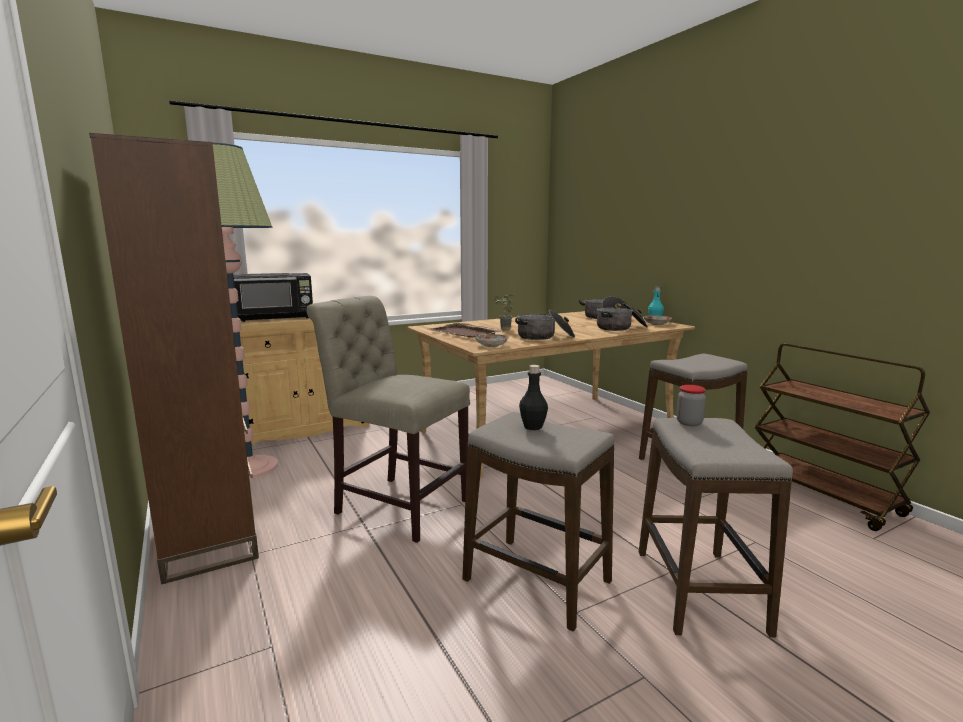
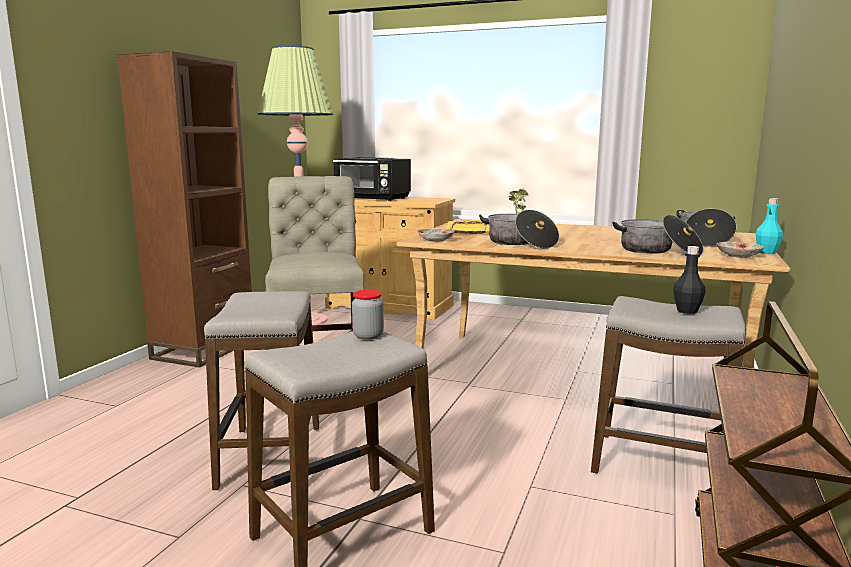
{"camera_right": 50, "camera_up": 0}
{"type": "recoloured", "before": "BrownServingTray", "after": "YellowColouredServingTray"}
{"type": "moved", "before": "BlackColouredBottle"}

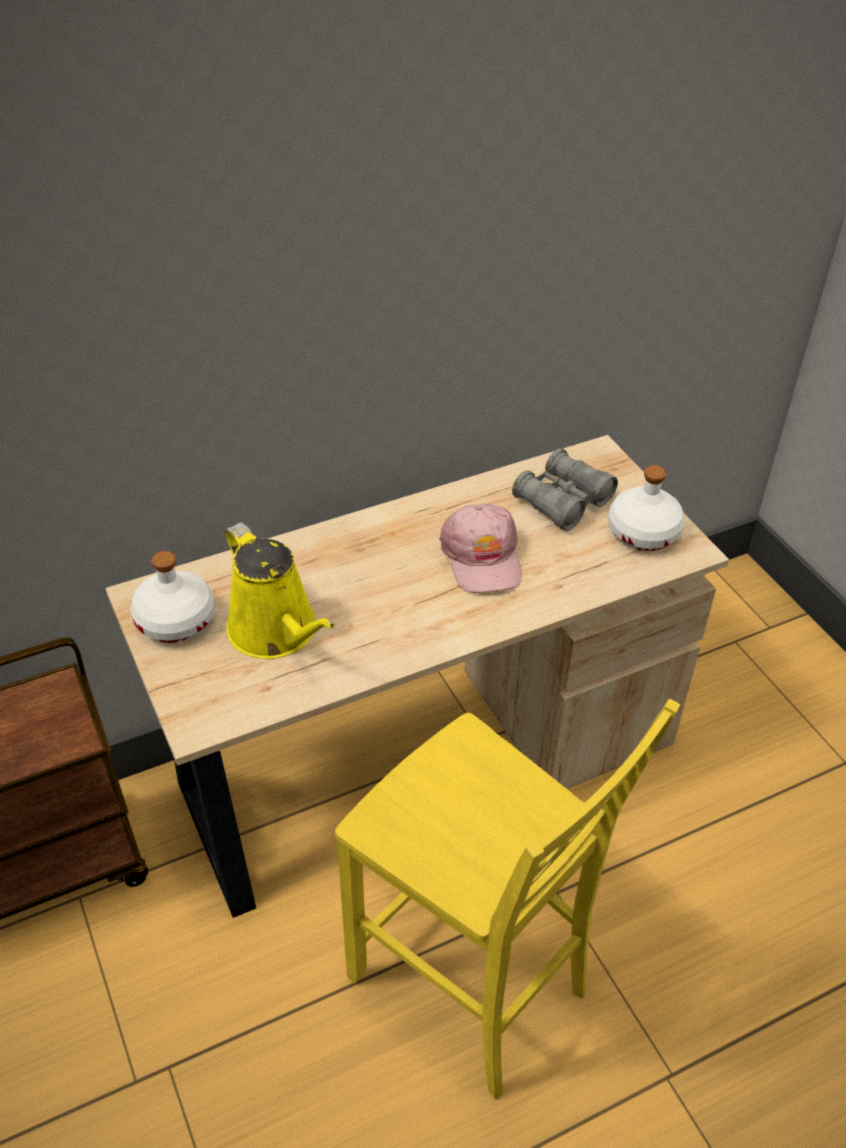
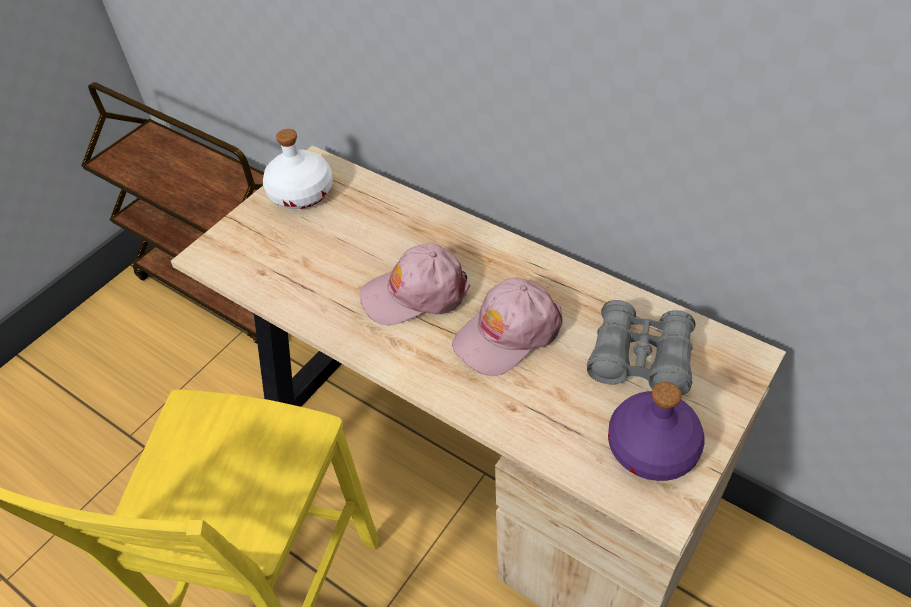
{"camera_right": 65, "camera_up": 5}
{"type": "added", "after": "PinkCap (1st from left)"}
{"type": "recoloured", "before": "WhitishBottle (2nd from left)", "after": "PurpleColouredBottle"}
{"type": "removed", "before": "YellowColouredWateringPot"}

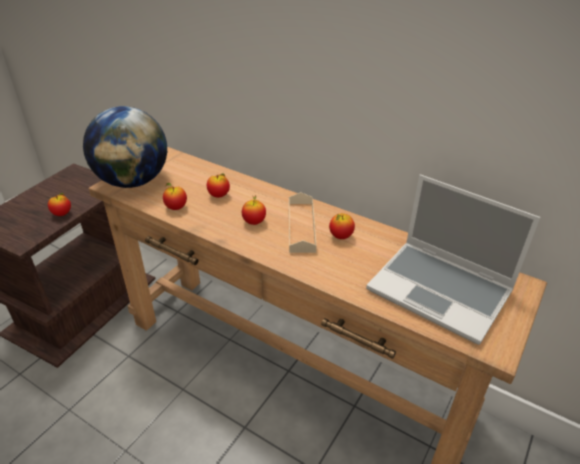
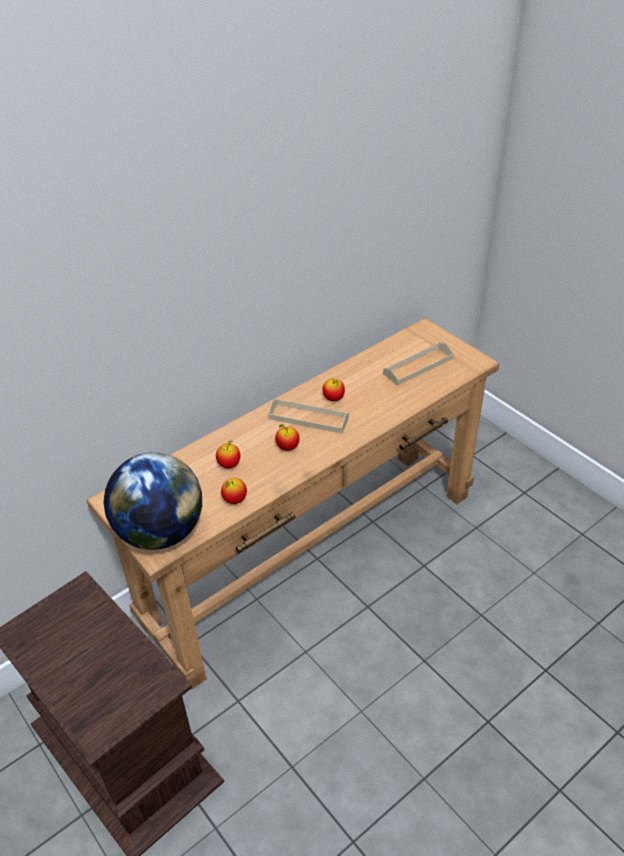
{"camera_right": -70, "camera_up": 5}
{"type": "replaced", "before": "Laptop", "after": "BeigeServingTray (2nd from left)"}
{"type": "removed", "before": "Apple (1st from left)"}

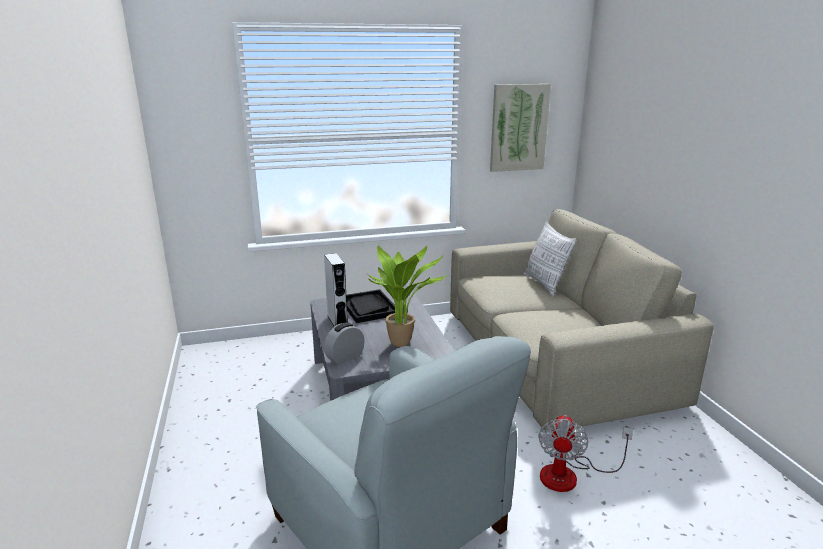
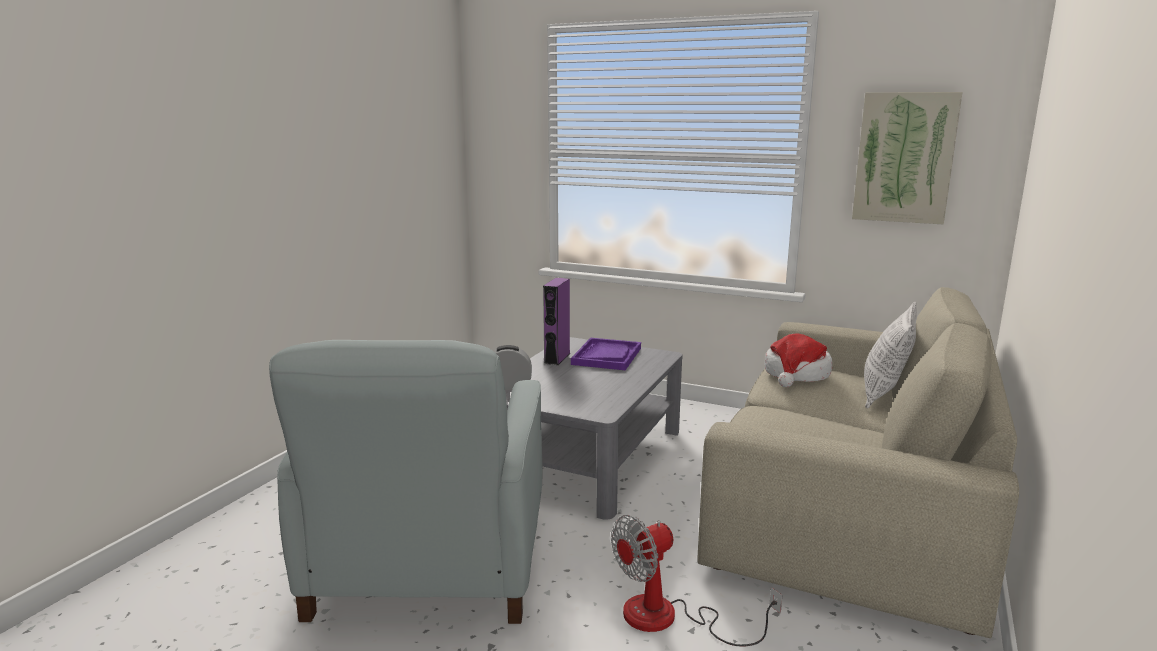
{"camera_right": 40, "camera_up": -5}
{"type": "recoloured", "before": "GreyishAudioSpeaker", "after": "PurpleColouredAudioSpeaker"}
{"type": "recoloured", "before": "BlackColouredServingTray", "after": "PurpleColouredServingTray"}
{"type": "added", "after": "WearableHat"}
{"type": "removed", "before": "Houseplant"}

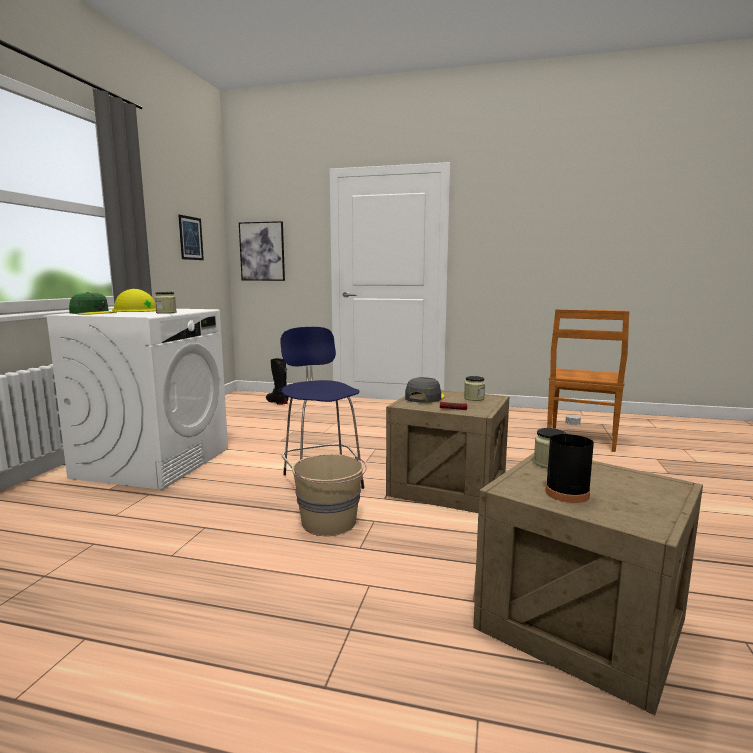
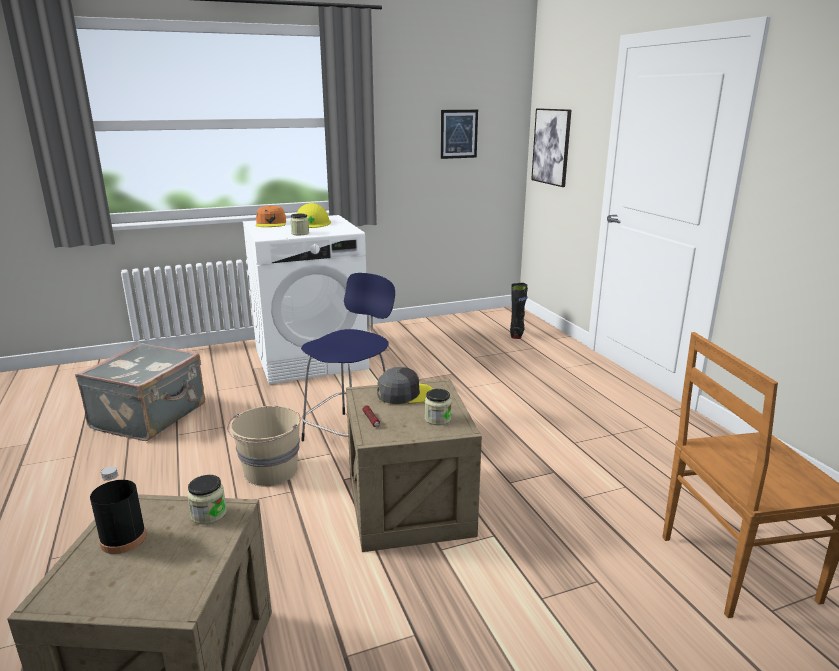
{"camera_right": 55, "camera_up": 10}
{"type": "added", "after": "GreyishPieceOfLuggage"}
{"type": "recoloured", "before": "GreenCap", "after": "OrangeCap"}

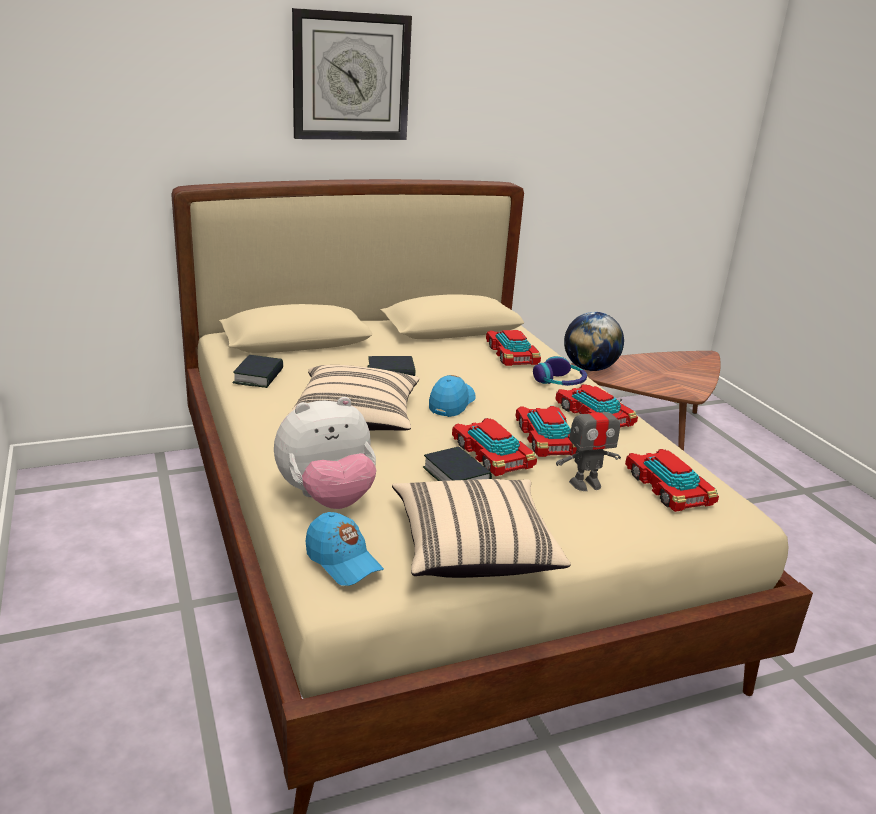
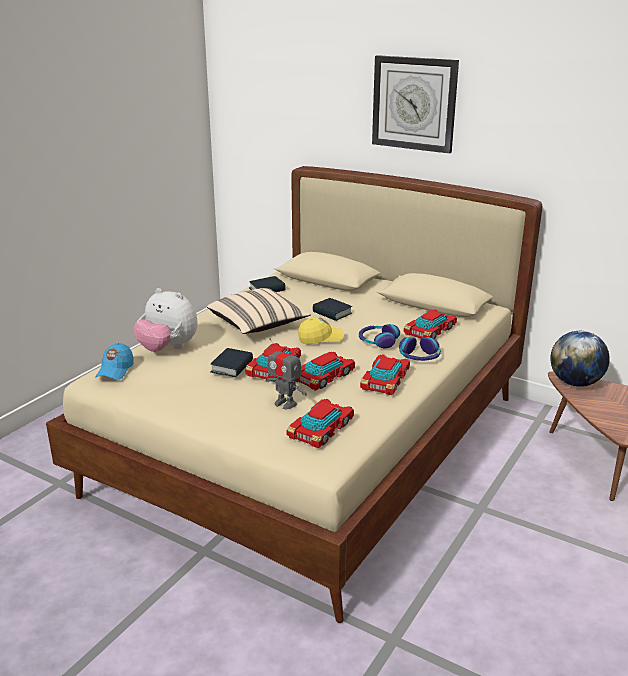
{"camera_right": 55, "camera_up": 0}
{"type": "recoloured", "before": "BlueColouredCap (2nd from left)", "after": "YellowColouredCap"}
{"type": "added", "after": "PairOfHeadphones (1st from left)"}
{"type": "removed", "before": "BeigeThrowPillow (2nd from left)"}

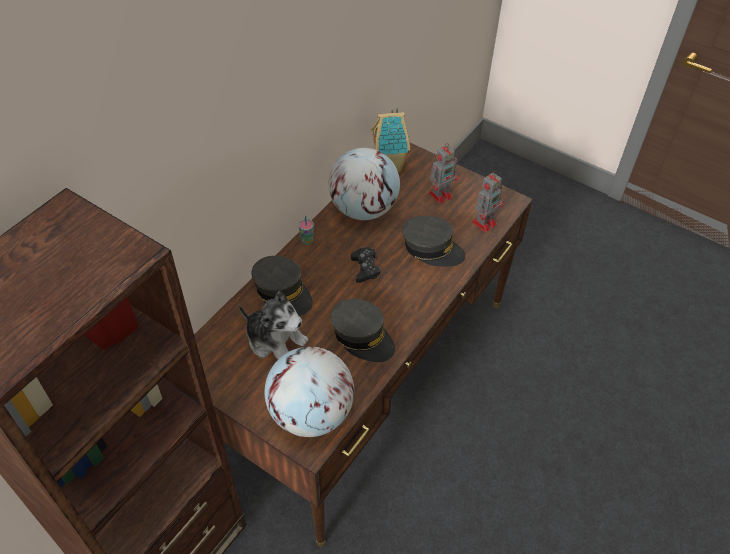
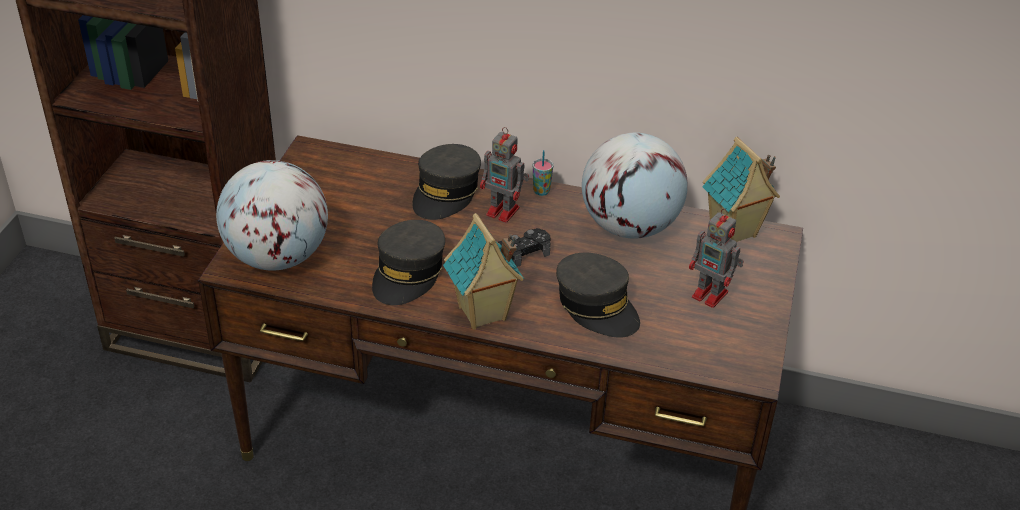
{"camera_right": 70, "camera_up": -10}
{"type": "added", "after": "MiniatureHouse (1st from left)"}
{"type": "moved", "before": "ToyRobot (2nd from left in the first image)", "after": "ToyRobot (1st from left)"}
{"type": "turned", "before": "GreyishCap (3rd from left)", "turn": -45}
{"type": "removed", "before": "CuddlyToy"}

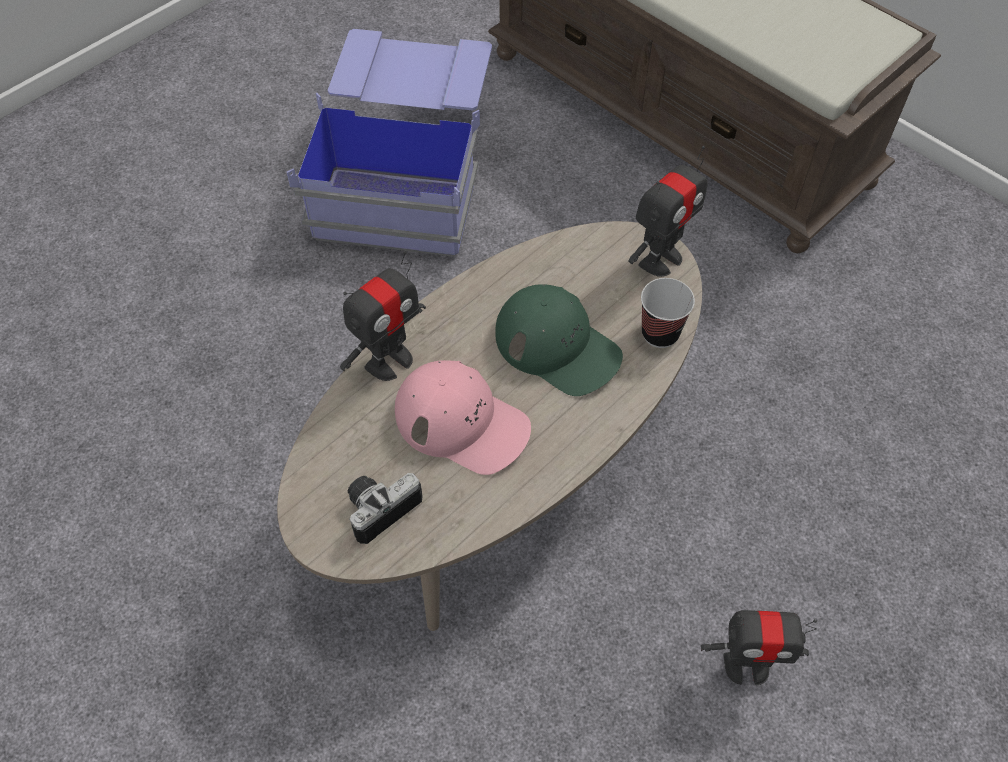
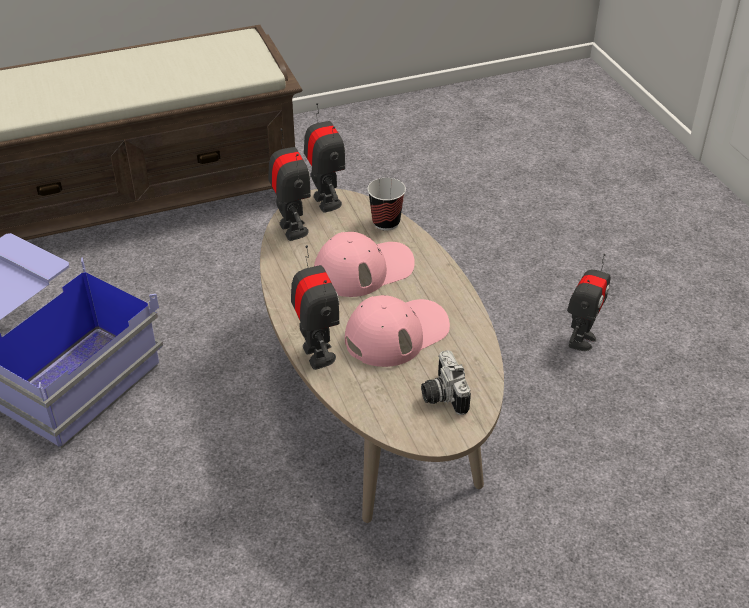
{"camera_right": -65, "camera_up": -15}
{"type": "added", "after": "ToyRobot (1st from left)"}
{"type": "recoloured", "before": "GreenCap", "after": "PinkCap (1st from left)"}

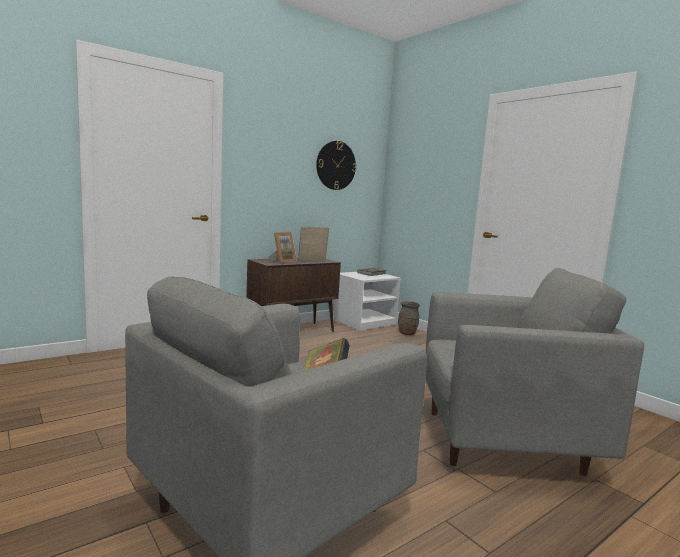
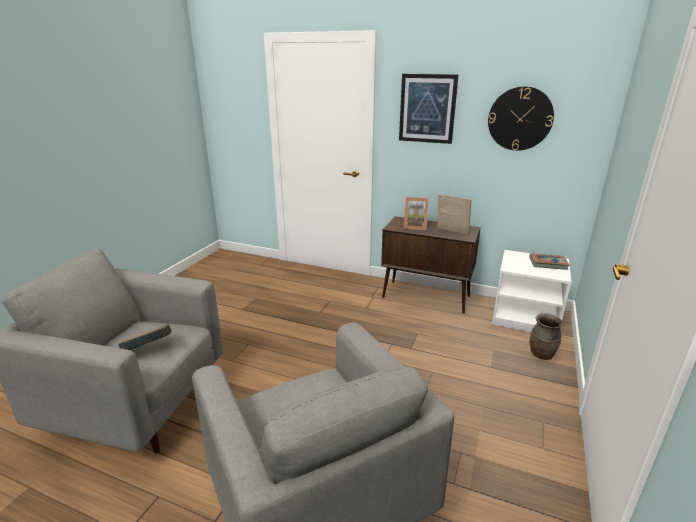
{"camera_right": 60, "camera_up": 15}
{"type": "added", "after": "WallArt"}

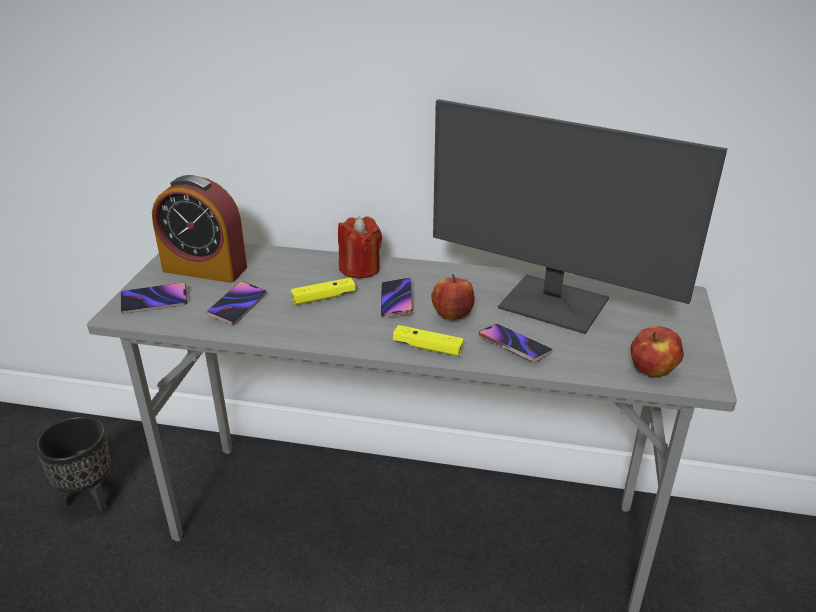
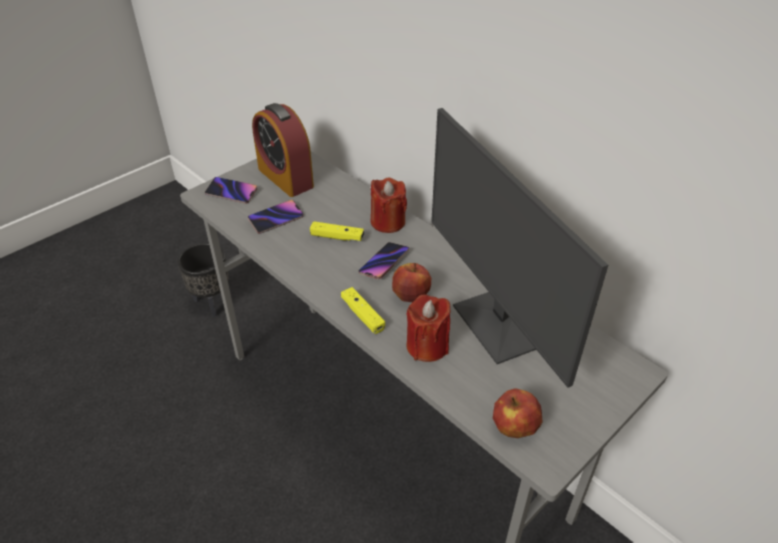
{"camera_right": 35, "camera_up": 10}
{"type": "replaced", "before": "Phone (4th from left)", "after": "RedColouredWaxLight (2nd from left)"}

